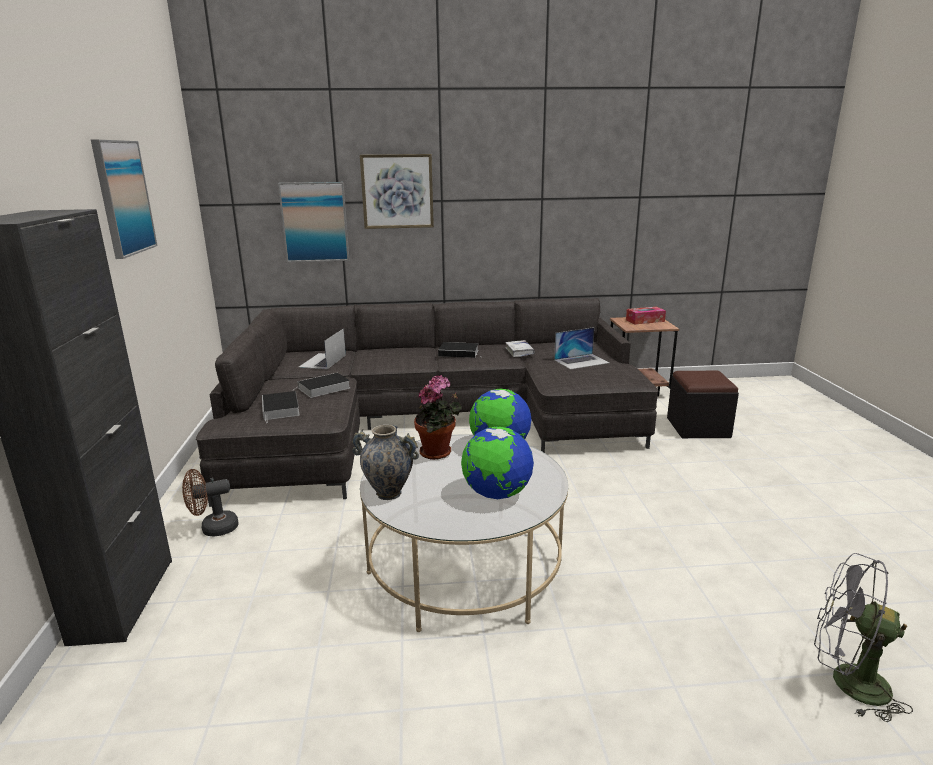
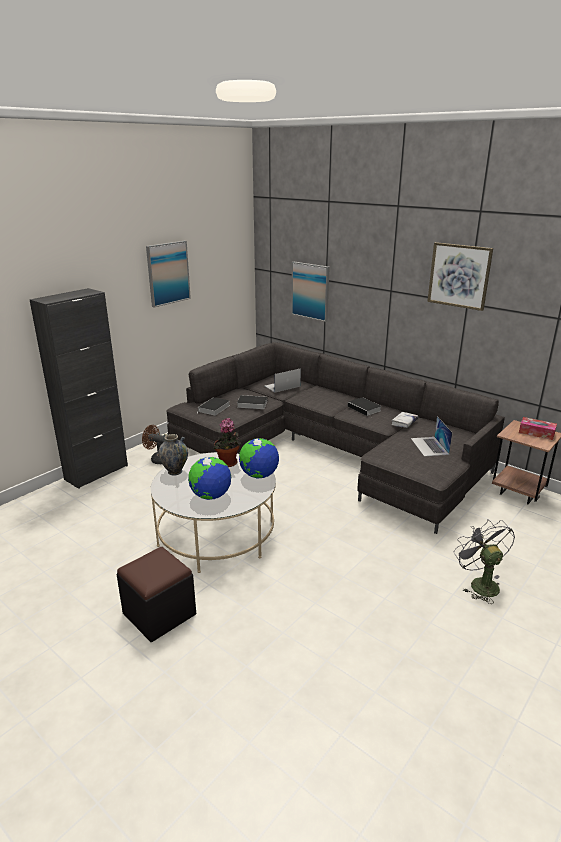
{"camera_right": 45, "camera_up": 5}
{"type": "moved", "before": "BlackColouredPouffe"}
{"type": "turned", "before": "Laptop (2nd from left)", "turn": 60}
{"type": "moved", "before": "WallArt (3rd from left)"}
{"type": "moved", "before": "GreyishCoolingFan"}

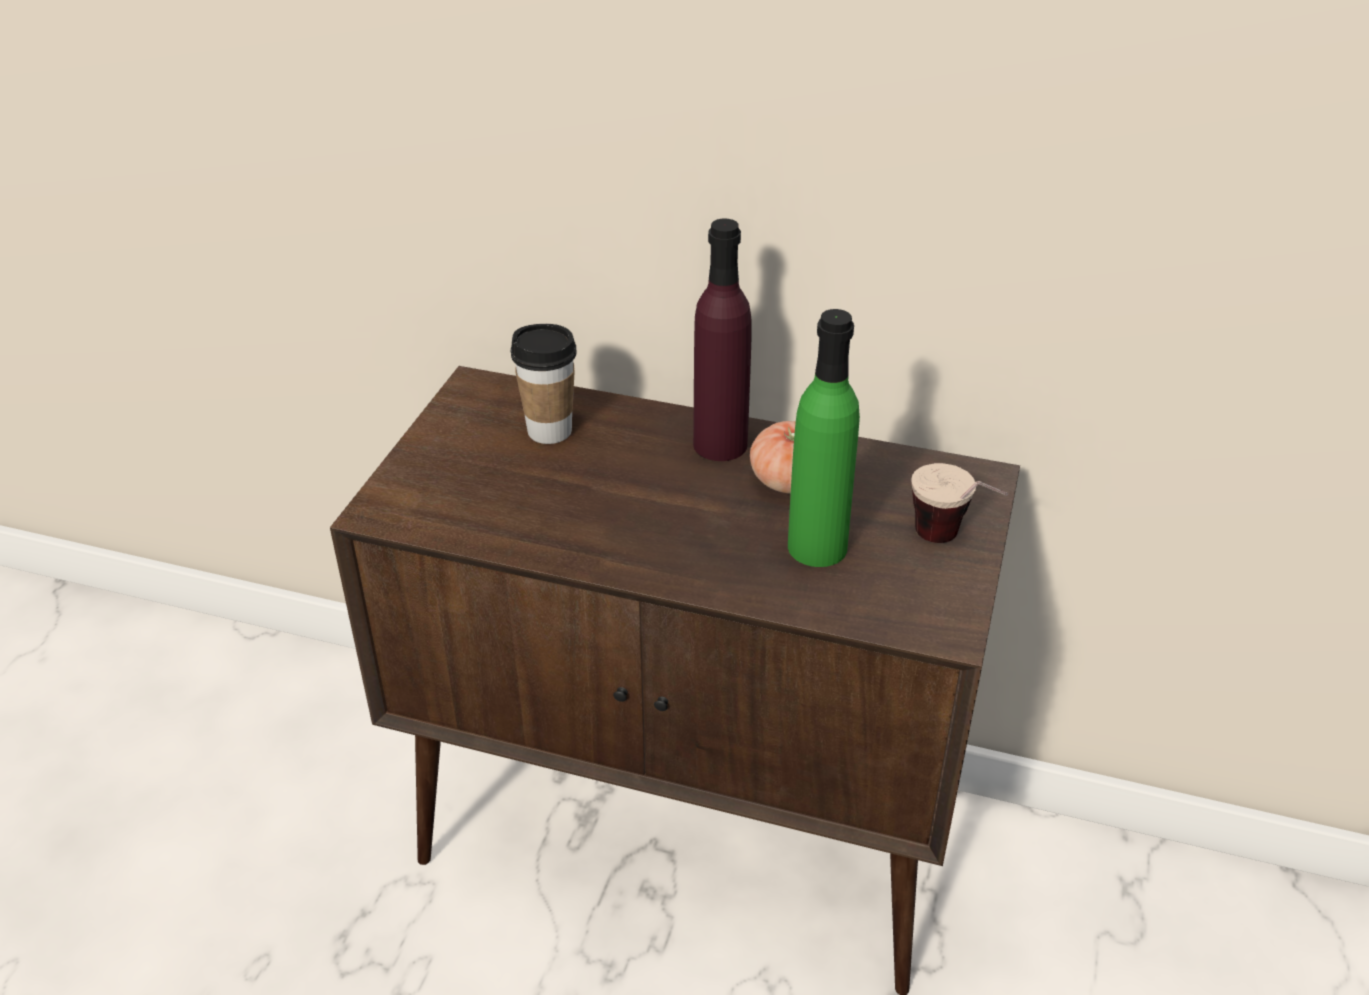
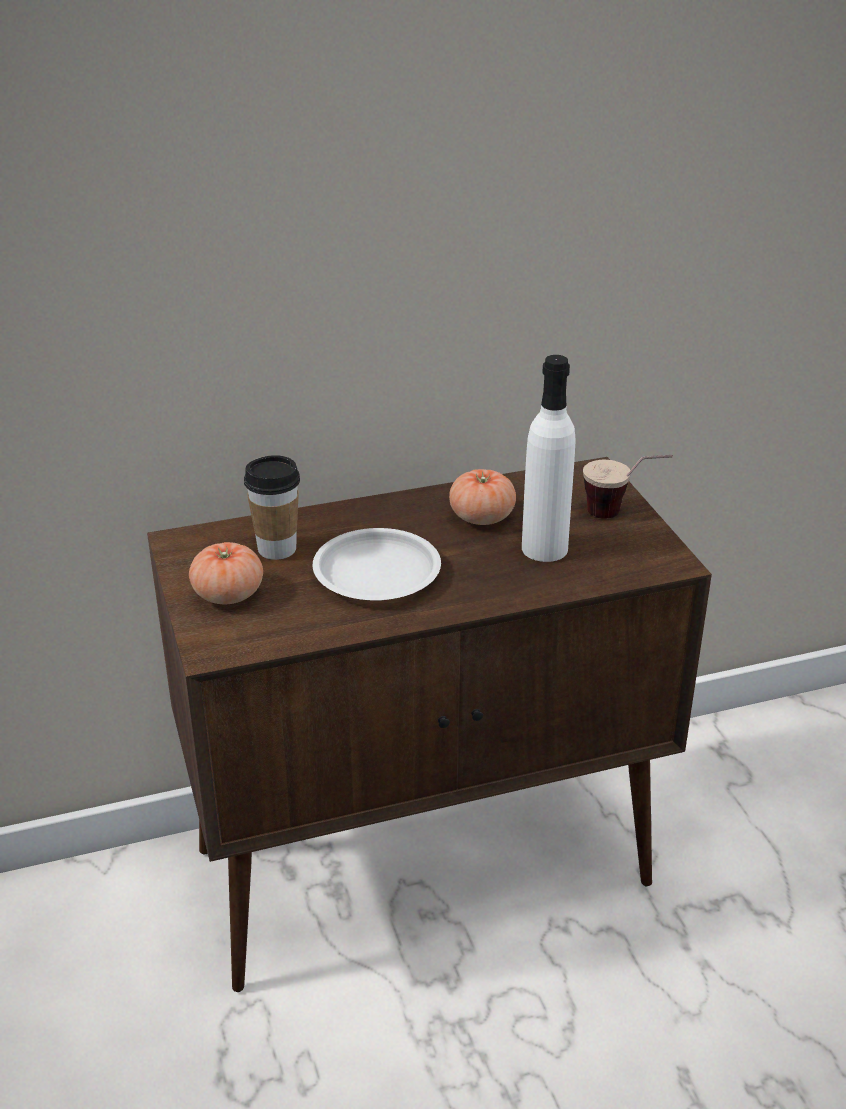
{"camera_right": -35, "camera_up": -5}
{"type": "added", "after": "FreshTomato (1st from left)"}
{"type": "added", "after": "WhitishPlate"}
{"type": "recoloured", "before": "GreenBottle", "after": "WhitishBottle"}
{"type": "removed", "before": "PurpleColouredBottle"}

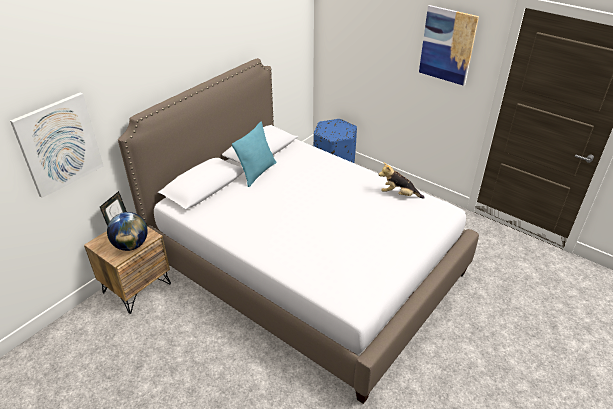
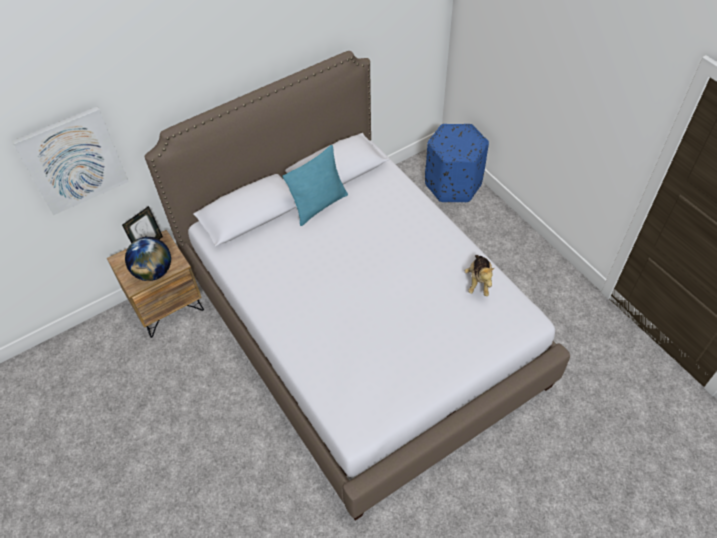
{"camera_right": 20, "camera_up": 15}
{"type": "turned", "before": "CuddlyToy", "turn": -120}
{"type": "removed", "before": "WallArt (2nd from left)"}

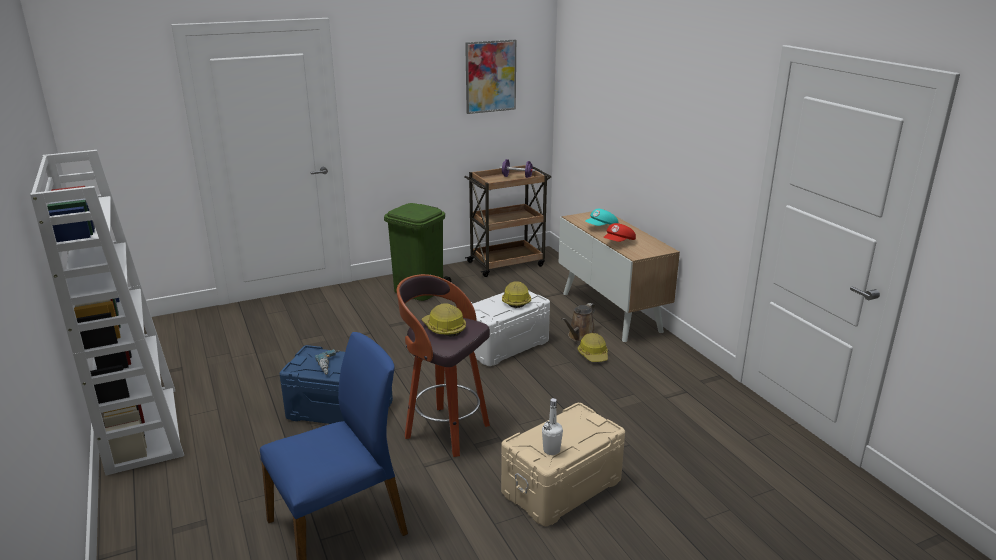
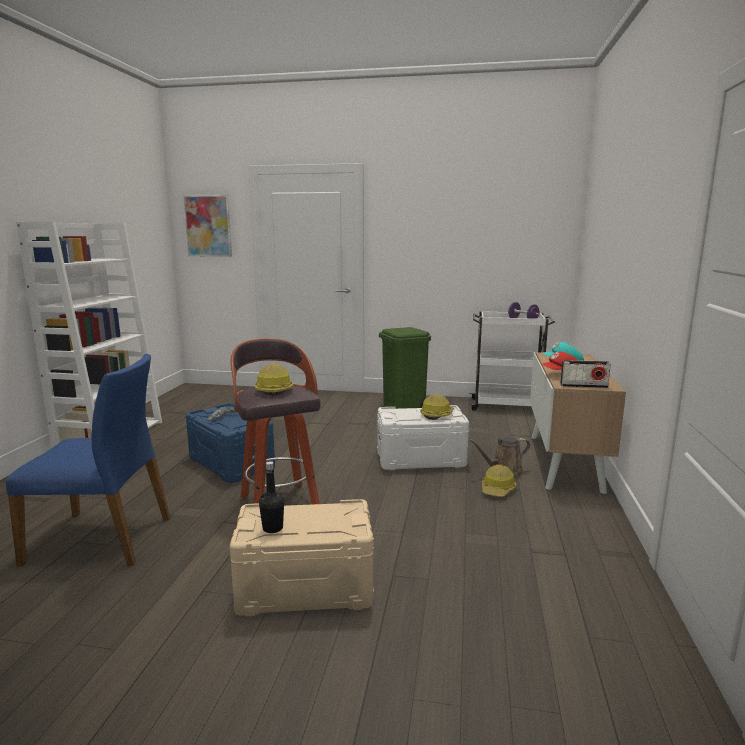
{"camera_right": 35, "camera_up": -10}
{"type": "moved", "before": "WallArt"}
{"type": "recoloured", "before": "WhitishBottle", "after": "BlackColouredBottle"}
{"type": "recoloured", "before": "BrownWheeledCart", "after": "WhitishWheeledCart"}
{"type": "added", "after": "RadioReceiver"}

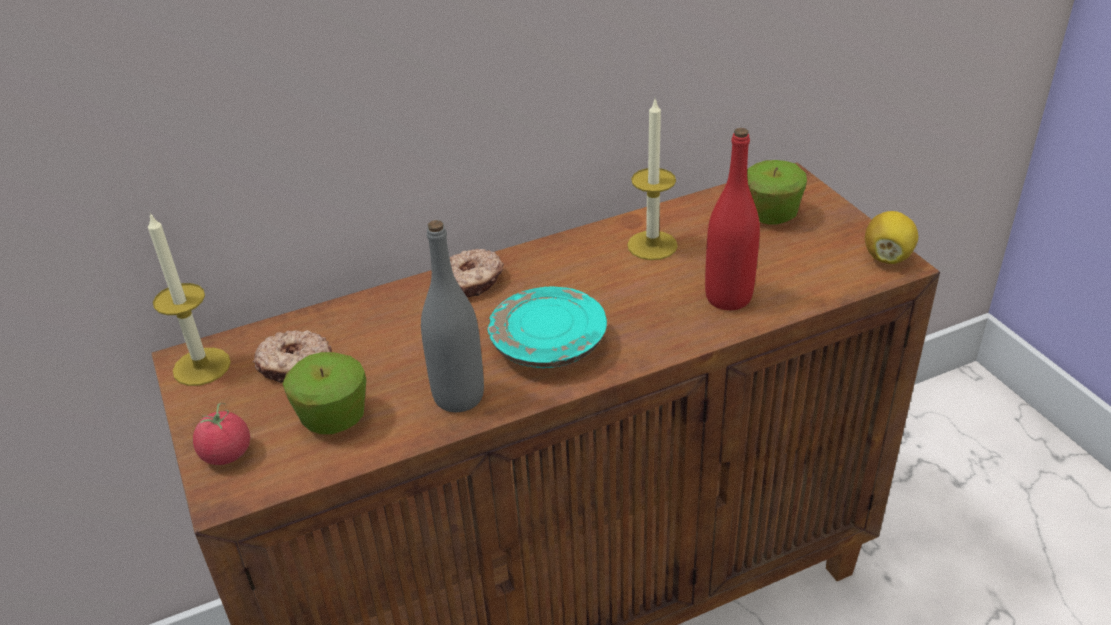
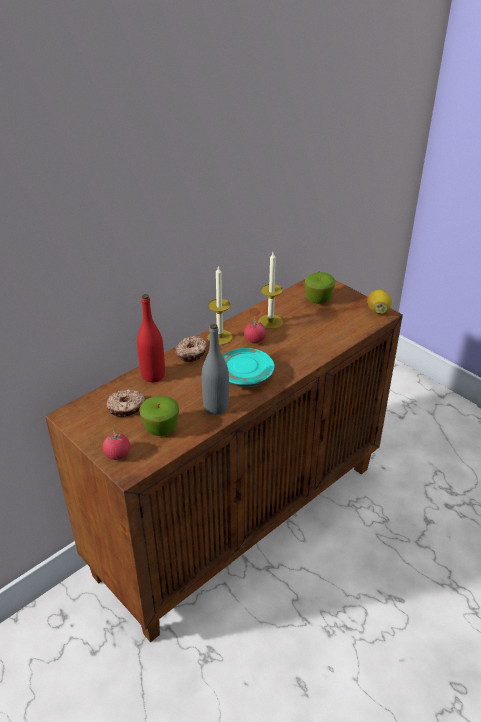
{"camera_right": -20, "camera_up": 0}
{"type": "moved", "before": "RedColouredBottle"}
{"type": "moved", "before": "WaxLight (1st from left)"}
{"type": "added", "after": "FreshTomato (2nd from left)"}

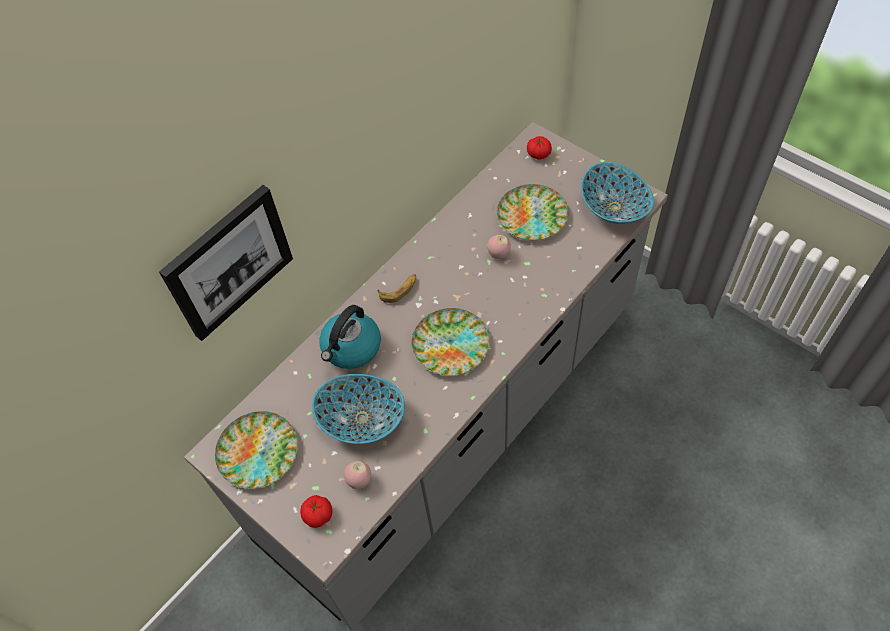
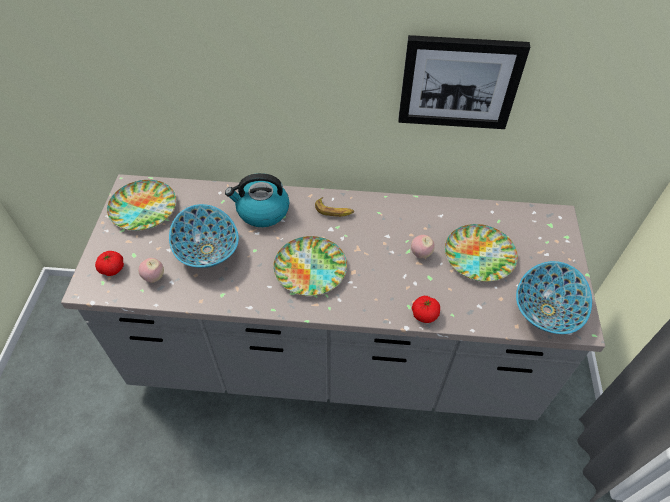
{"camera_right": 50, "camera_up": -5}
{"type": "moved", "before": "WallArt"}
{"type": "moved", "before": "FreshTomato (2nd from left)"}

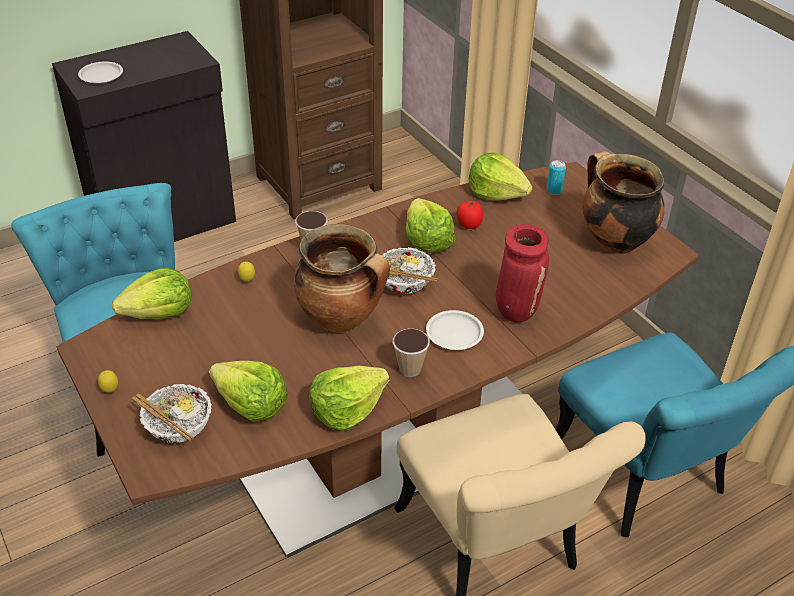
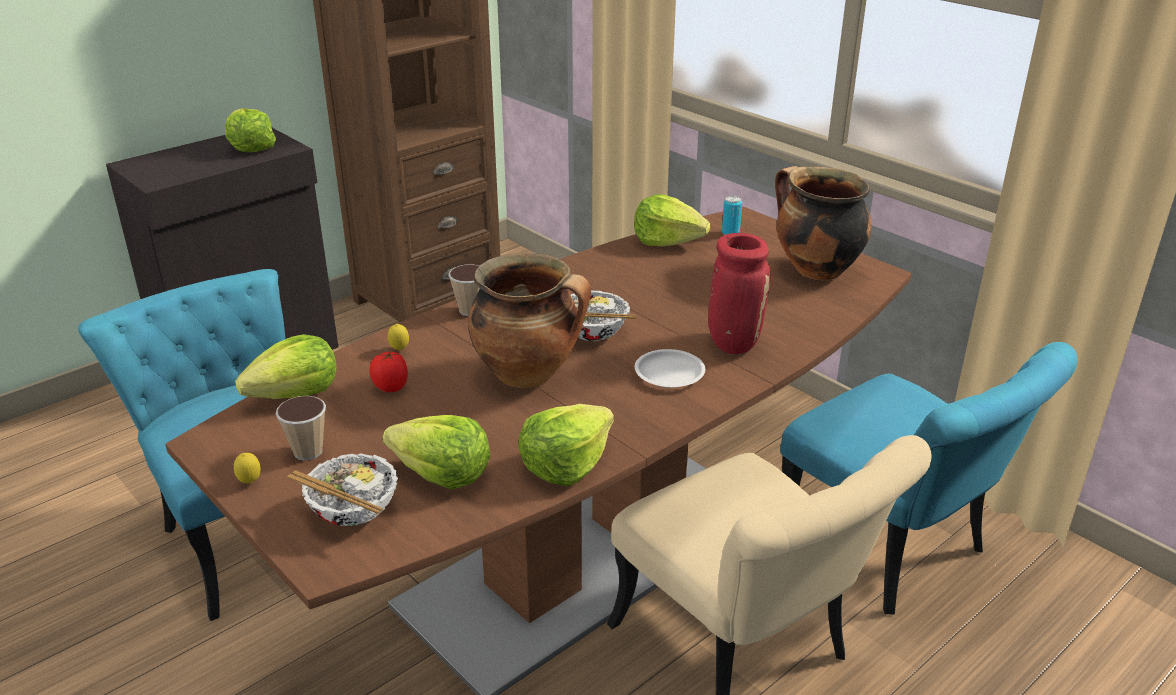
{"camera_right": -10, "camera_up": -10}
{"type": "moved", "before": "HeadOfLettuce (4th from left in the first image)", "after": "HeadOfLettuce (1st from left)"}
{"type": "moved", "before": "Cup (2nd from left in the first image)", "after": "Cup (1st from left)"}
{"type": "moved", "before": "FreshTomato"}
{"type": "removed", "before": "WhitishPlate (1st from left)"}

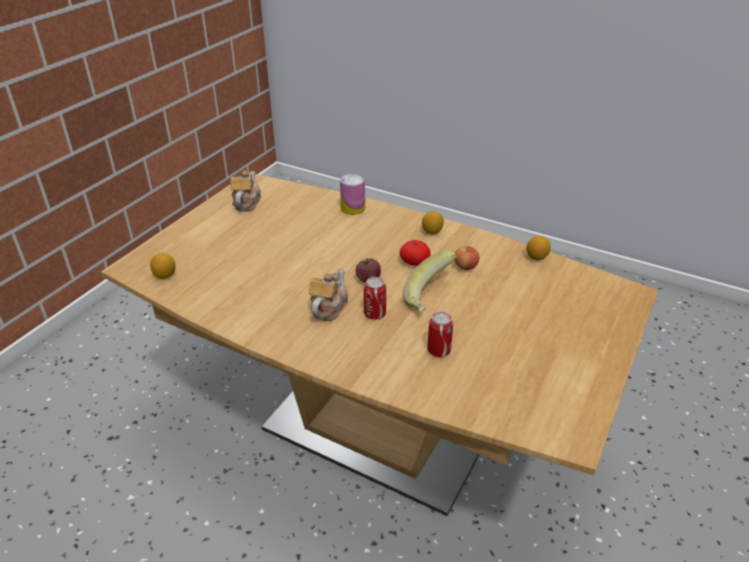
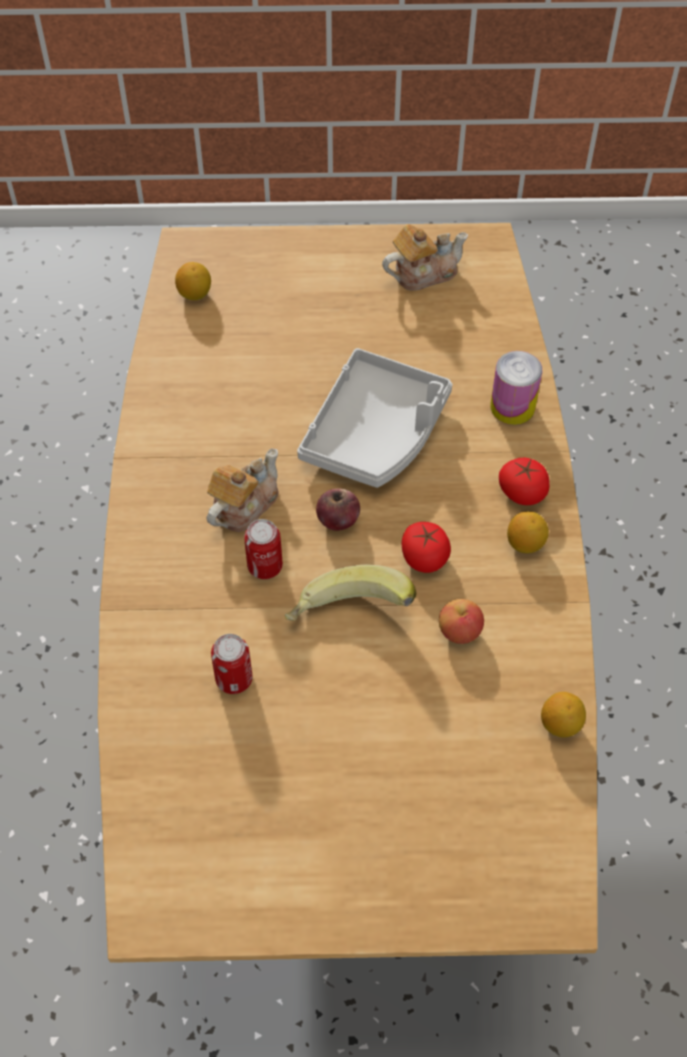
{"camera_right": 60, "camera_up": 20}
{"type": "turned", "before": "PotForTea (2nd from left in the first image)", "turn": -45}
{"type": "added", "after": "GreyishServingTray"}
{"type": "added", "after": "FreshTomato (2nd from left)"}

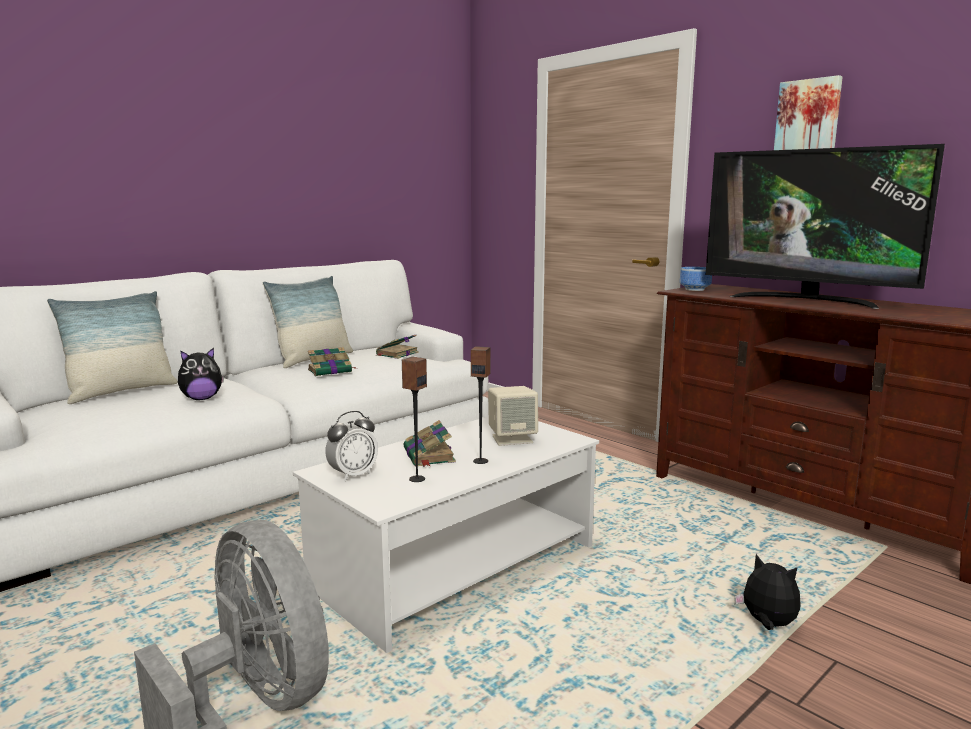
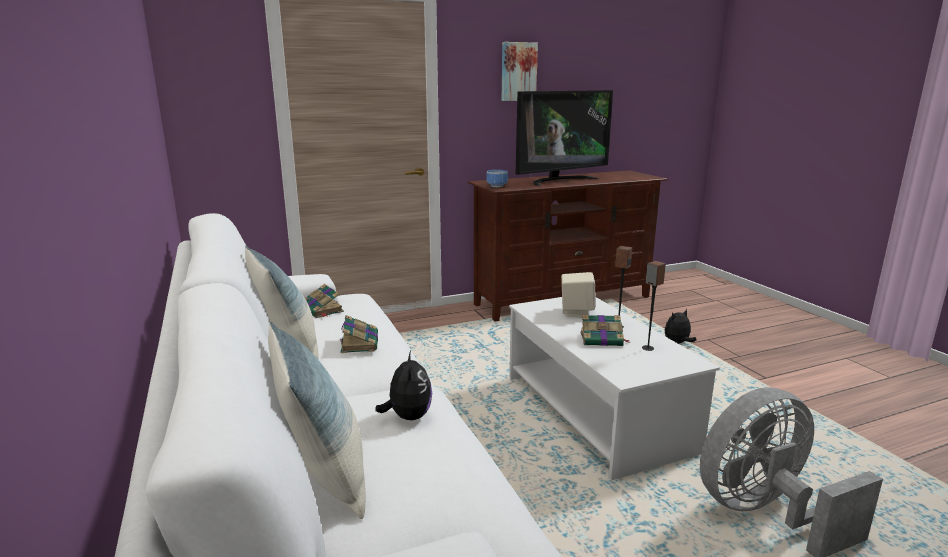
{"camera_right": -70, "camera_up": 5}
{"type": "removed", "before": "BedsideClock"}

